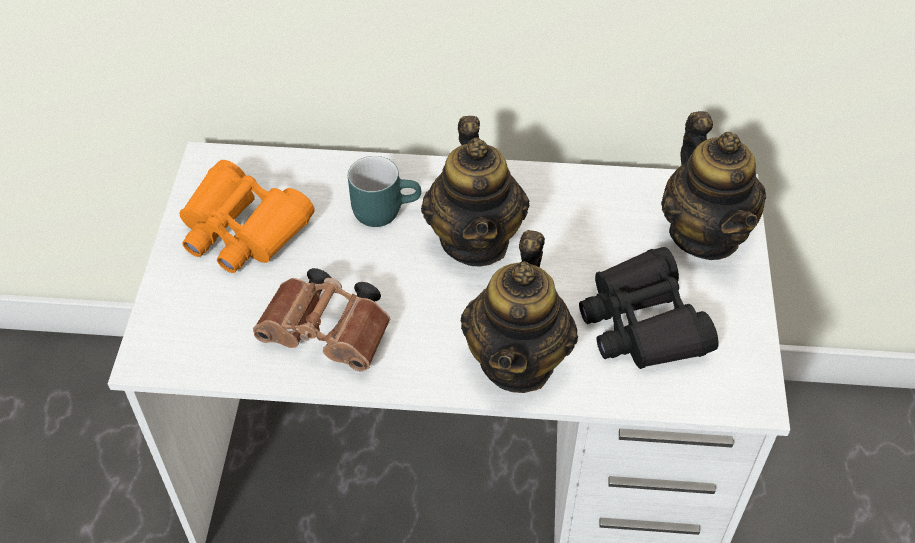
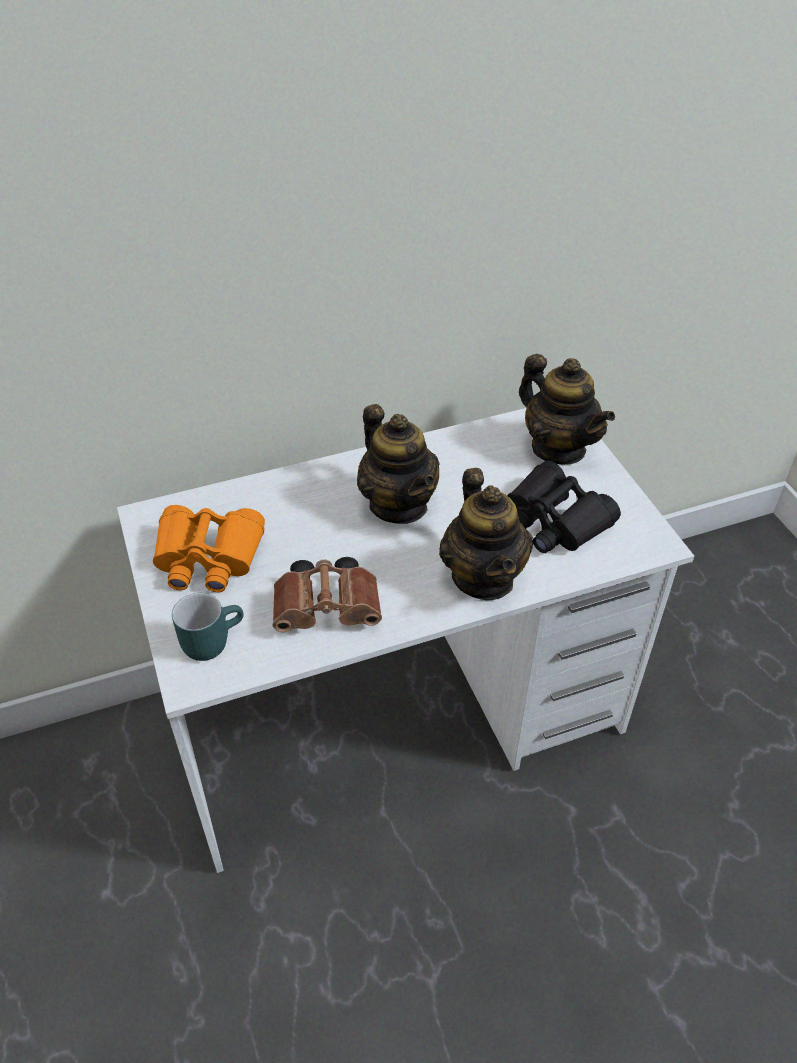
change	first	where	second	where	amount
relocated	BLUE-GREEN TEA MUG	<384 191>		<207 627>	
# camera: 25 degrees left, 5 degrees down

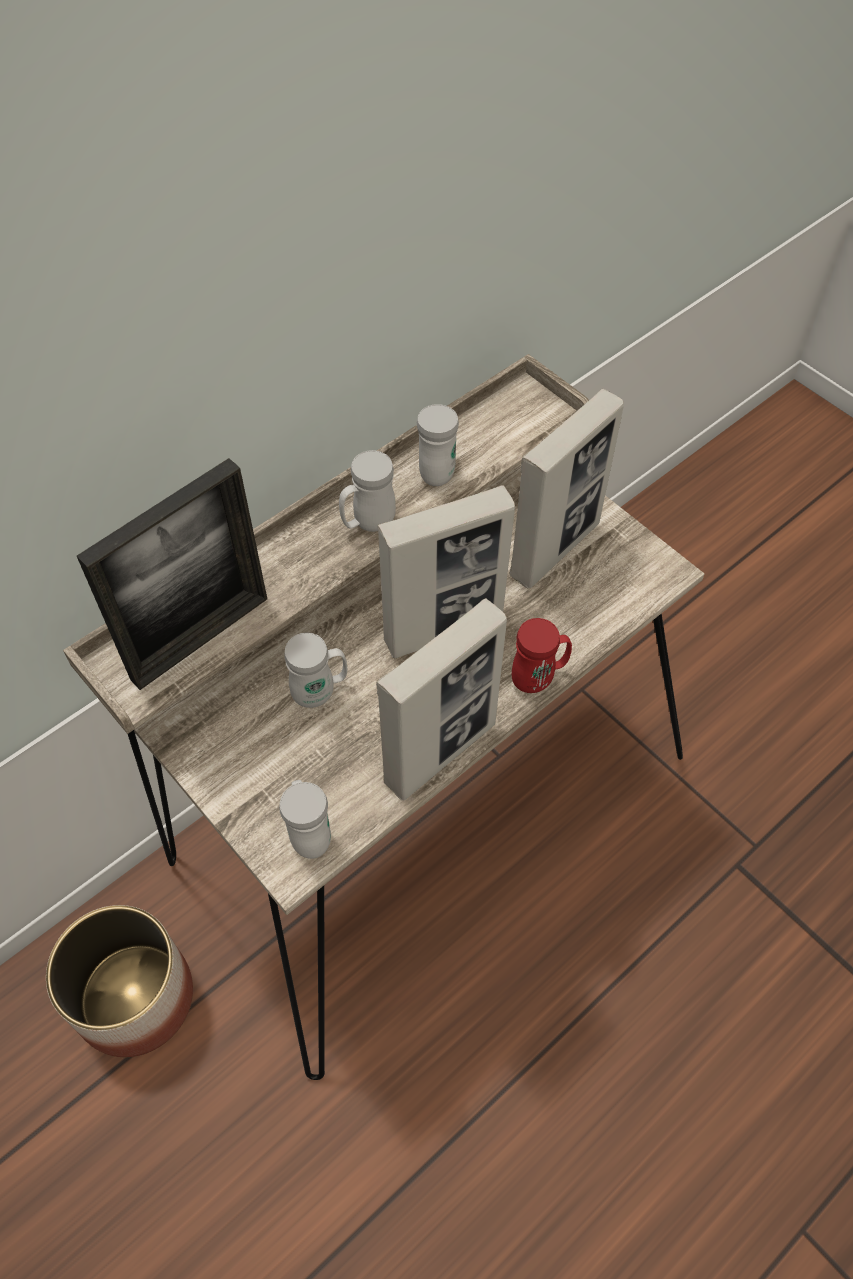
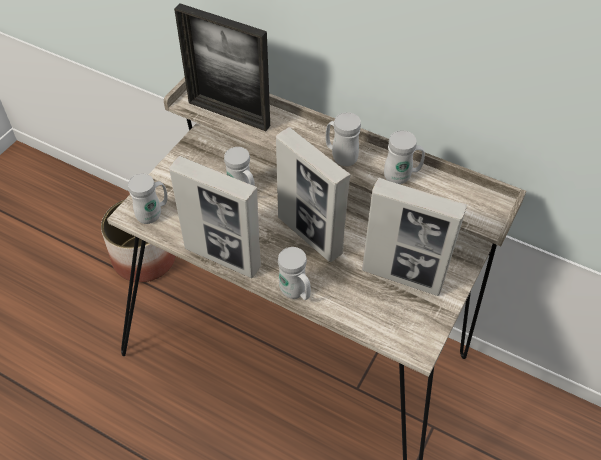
change	first	where	second	where	amount
colour	RED-COLOURED TEA MUG	<542 655>	WHITE-COLOURED TEA MUG	<294 273>	
# camera: 70 degrees right, 5 degrees down

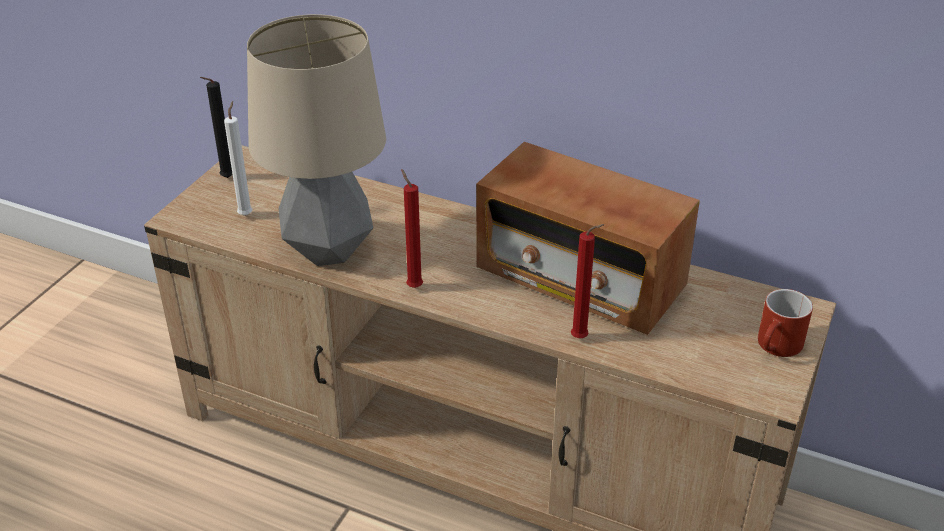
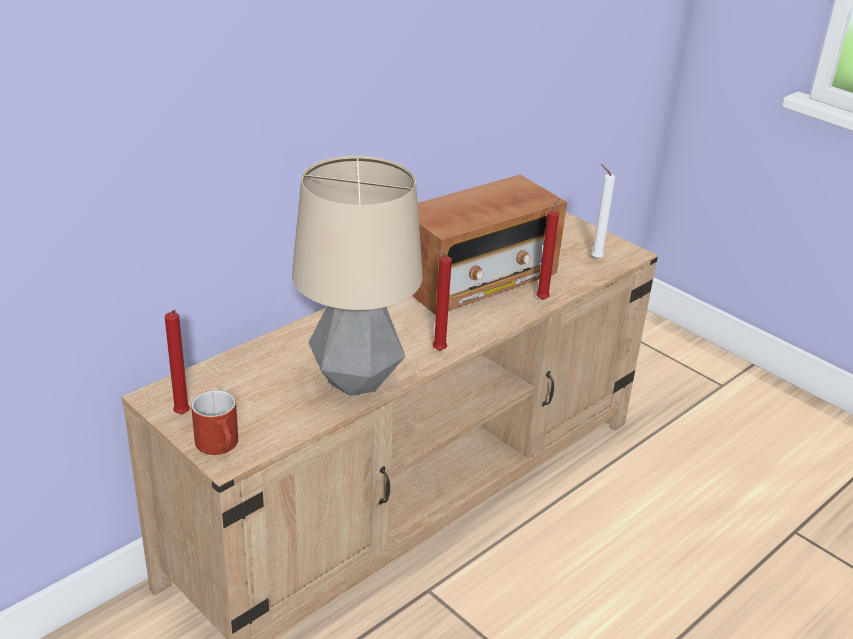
change	first	where	second	where	amount
colour	BLACK-COLOURED WAX CANDLE	<216 127>	RED-COLOURED WAX CANDLE	<177 362>	
relocated	RED-COLOURED TEA MUG	<785 323>		<214 422>	
relocated	WHITE-COLOURED WAX CANDLE	<238 158>		<603 211>	
# camera: 70 degrees left, 5 degrees down

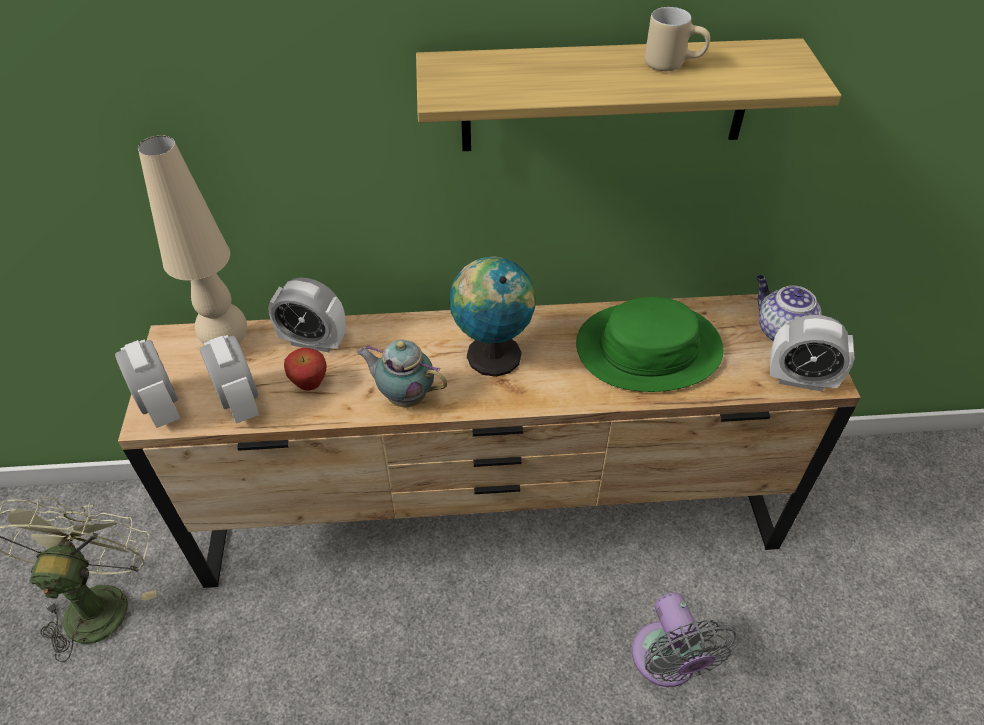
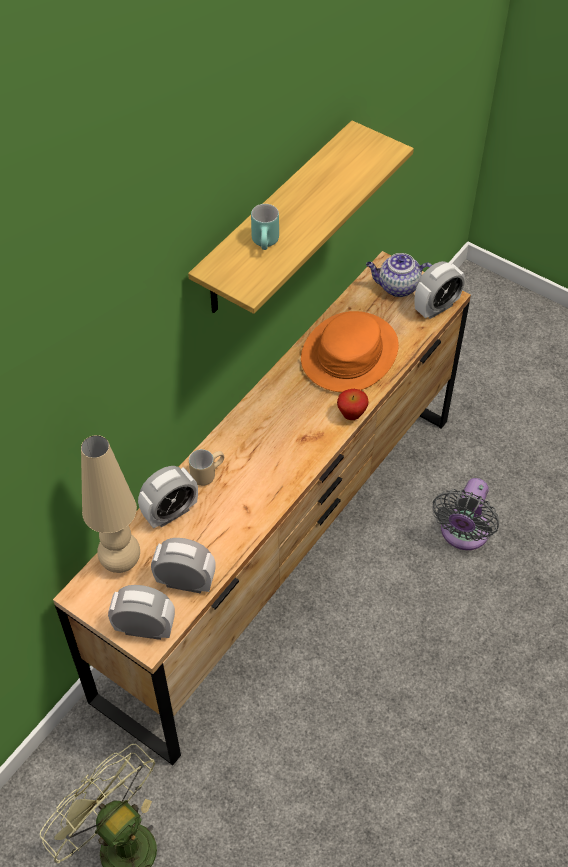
change	first	where	second	where	amount
relocated	BEIGE TEA MUG	<677 39>		<206 467>	
appeared			BLUE-GREEN TEA MUG	<265 227>	
colour	GREEN-COLOURED HAT	<649 344>	ORANGE HAT	<350 352>	
relocated	WHOLE APPLE	<305 369>		<353 404>	
spun	GREYISH ELECTRIC FAN	<684 639>		<465 514>	90 degrees clockwise
missing	TEAPOT	<402 373>			
missing	WORLD GLOBE	<492 317>			
# camera: 50 degrees left, 5 degrees up

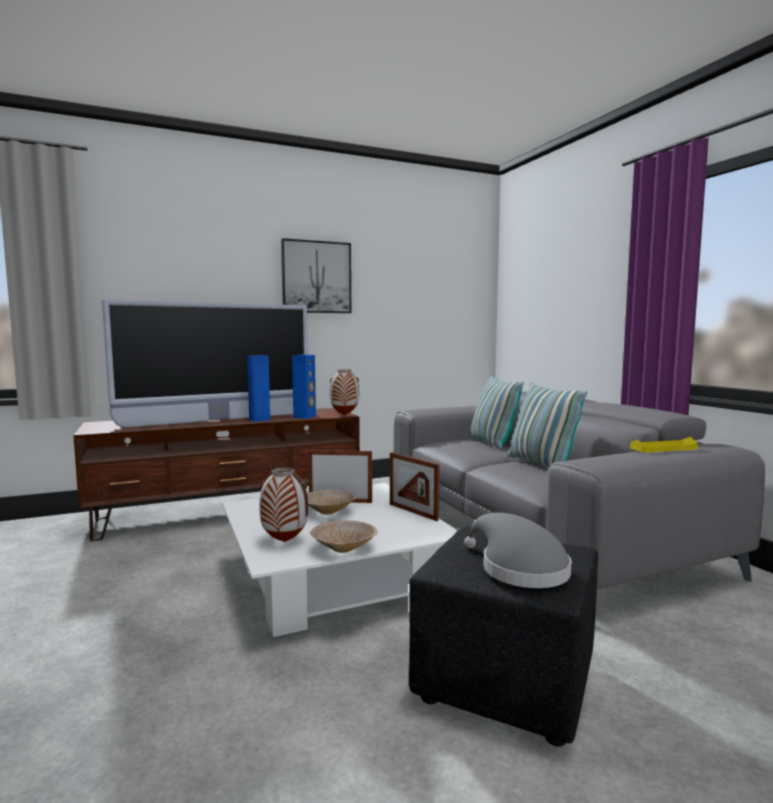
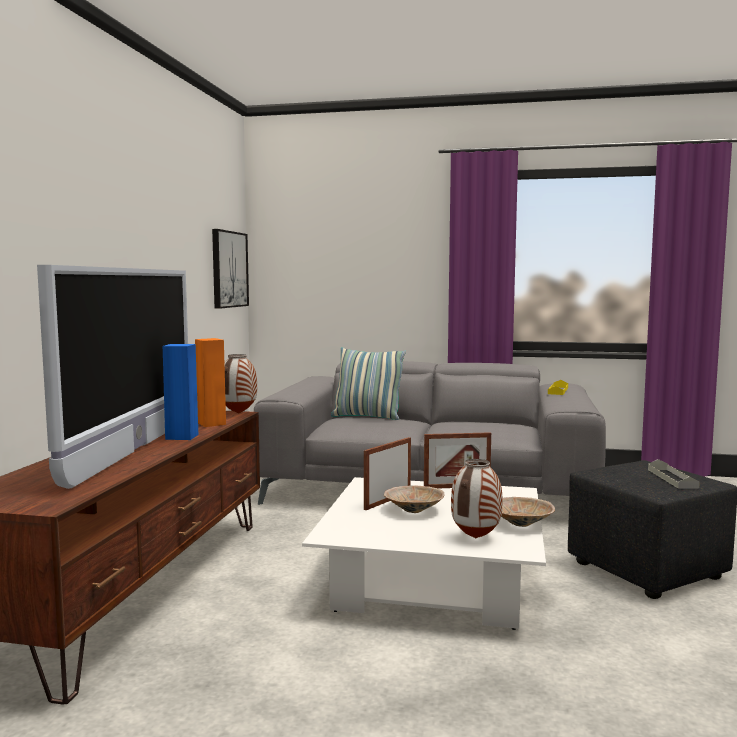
change	first	where	second	where	amount
colour	BLUE-COLOURED AUDIO SPEAKER	<304 387>	ORANGE AUDIO SPEAKER	<210 382>	
relocated	WALL ART	<316 275>		<230 269>	
exchanged	GREYISH HAT	<517 550>	GREYISH SERVING TRAY	<674 474>	
missing	THROW PILLOW	<547 425>			
# camera: 55 degrees left, 0 degrees up

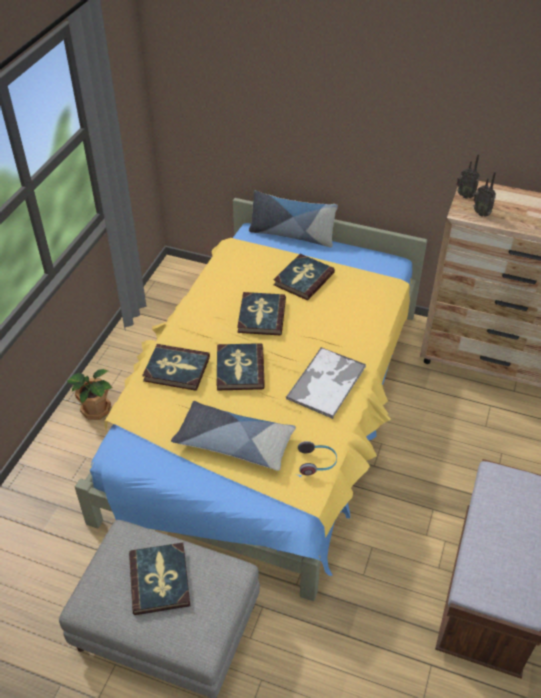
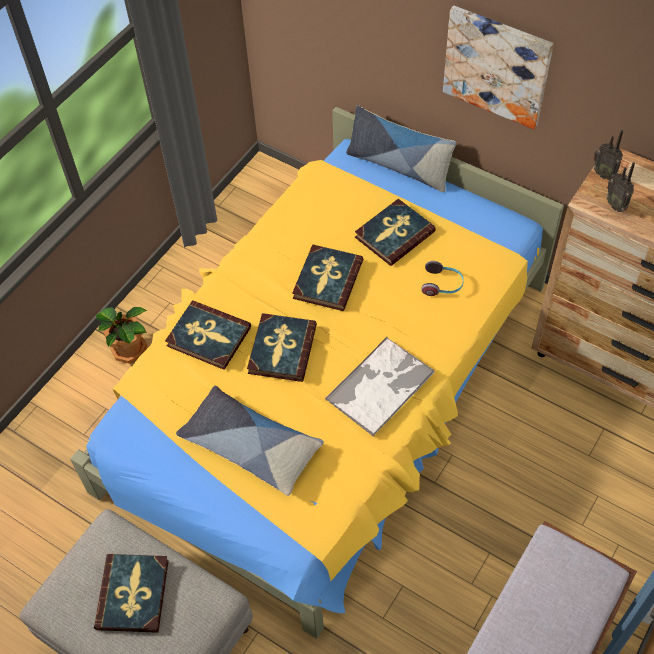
change	first	where	second	where	amount
relocated	PAIR OF HEADPHONES	<317 458>		<442 278>	
appeared			WALL ART	<498 67>	
# camera: 15 degrees right, 10 degrees up

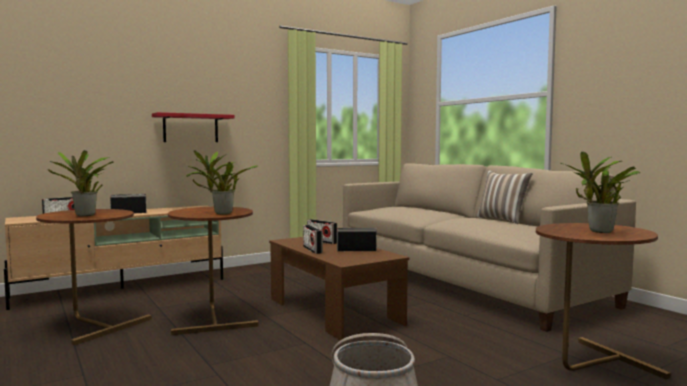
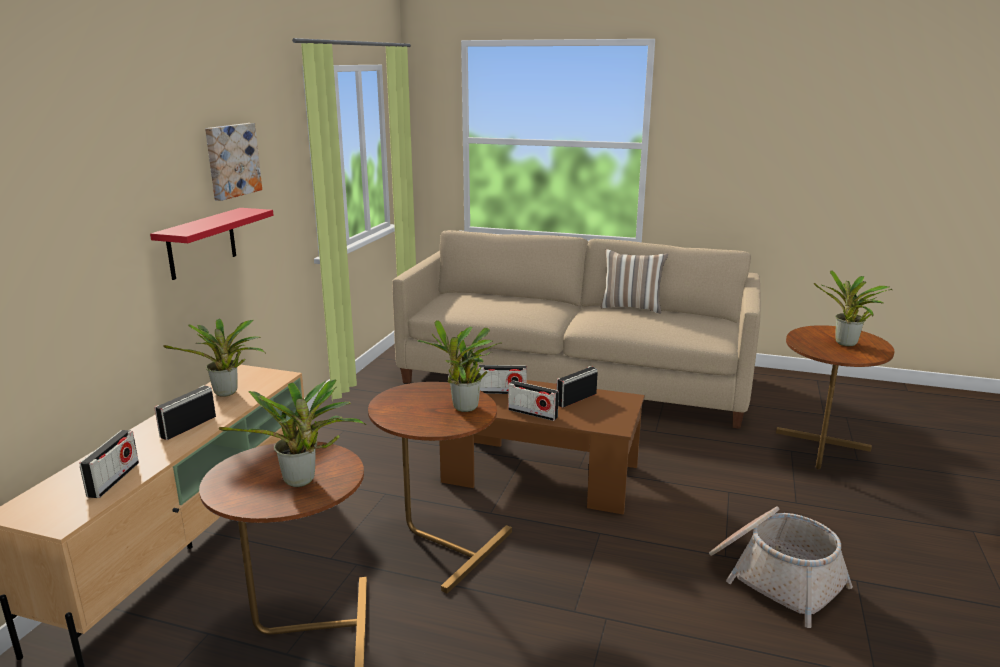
change	first	where	second	where	amount
appeared			HOUSEPLANT	<214 358>	
appeared			WALL ART	<233 162>	
# camera: 40 degrees left, 15 degrees up

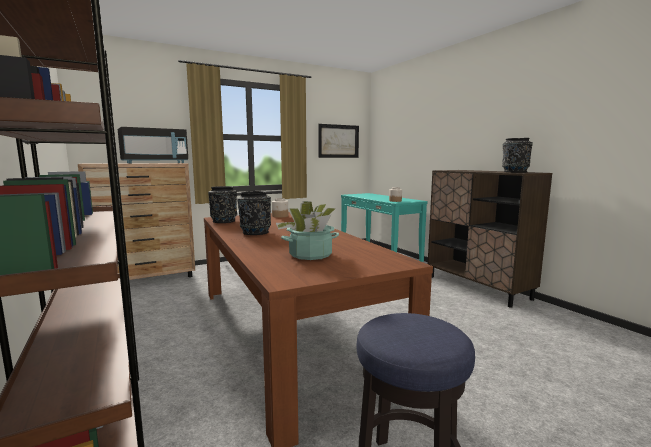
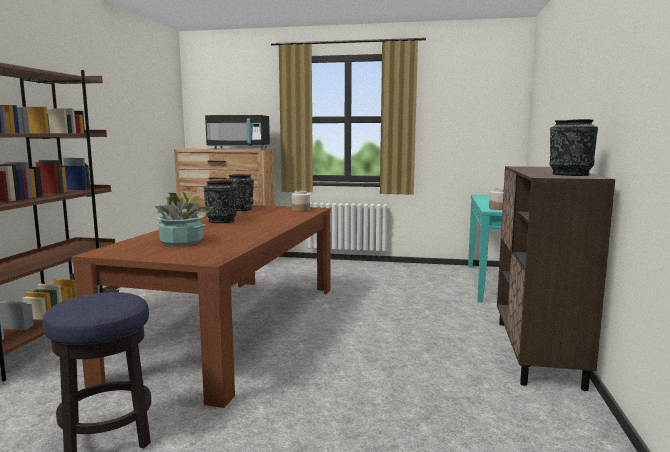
change	first	where	second	where	amount
missing	WALL ART	<338 141>			
# camera: 40 degrees right, 0 degrees up

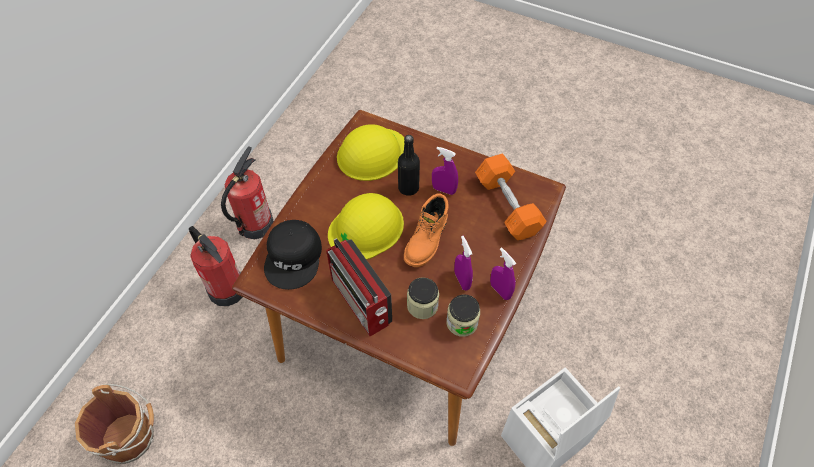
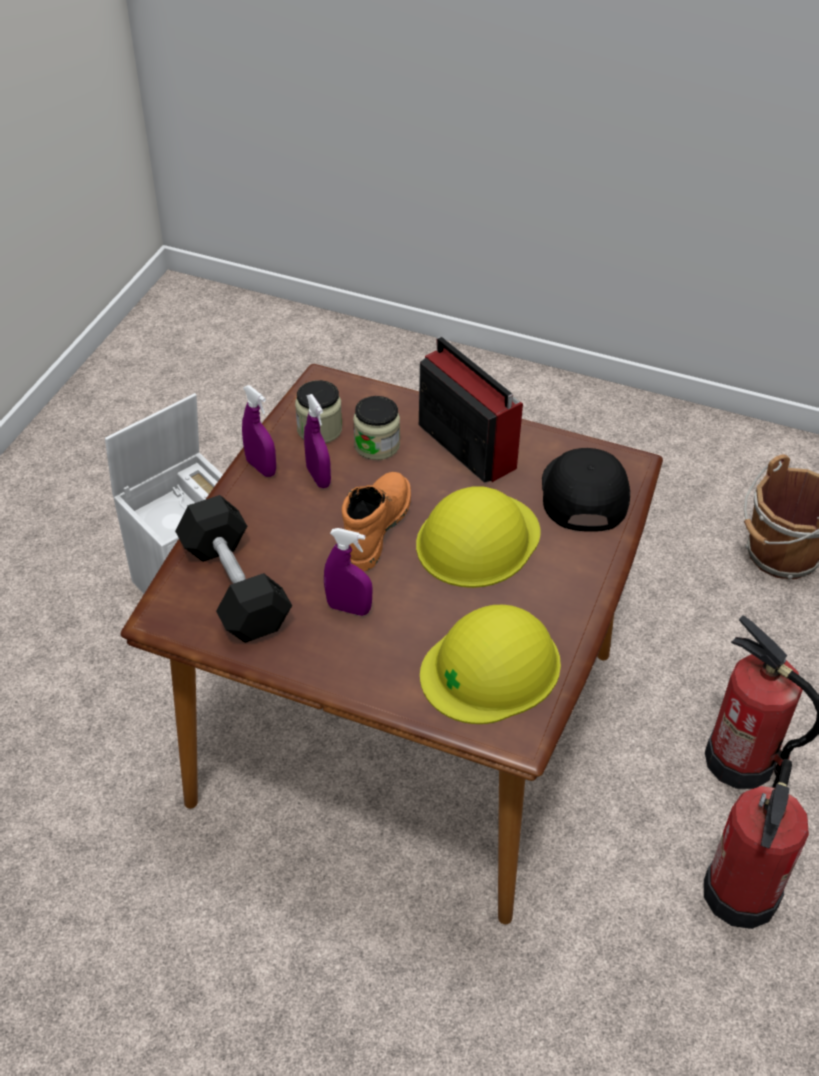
change	first	where	second	where	amount
colour	ORANGE HAND WEIGHT	<511 196>	BLACK-COLOURED HAND WEIGHT	<233 569>	
missing	BLACK-COLOURED BEVERAGE BOTTLE	<409 165>			
# camera: 175 degrees right, 10 degrees down

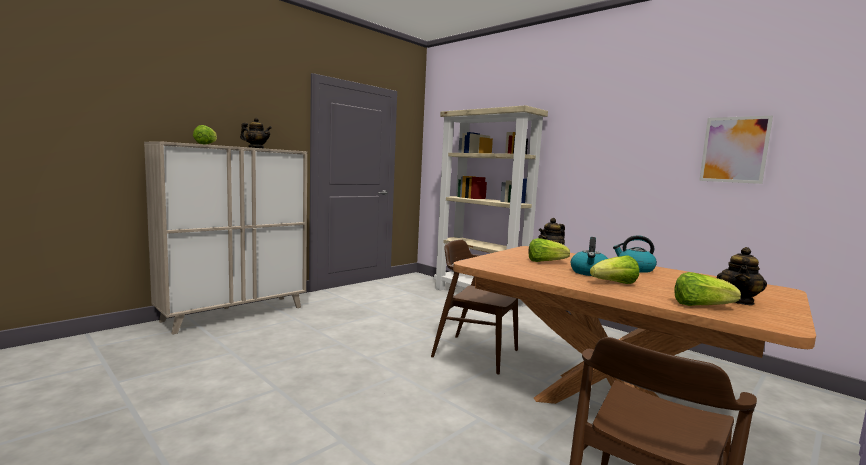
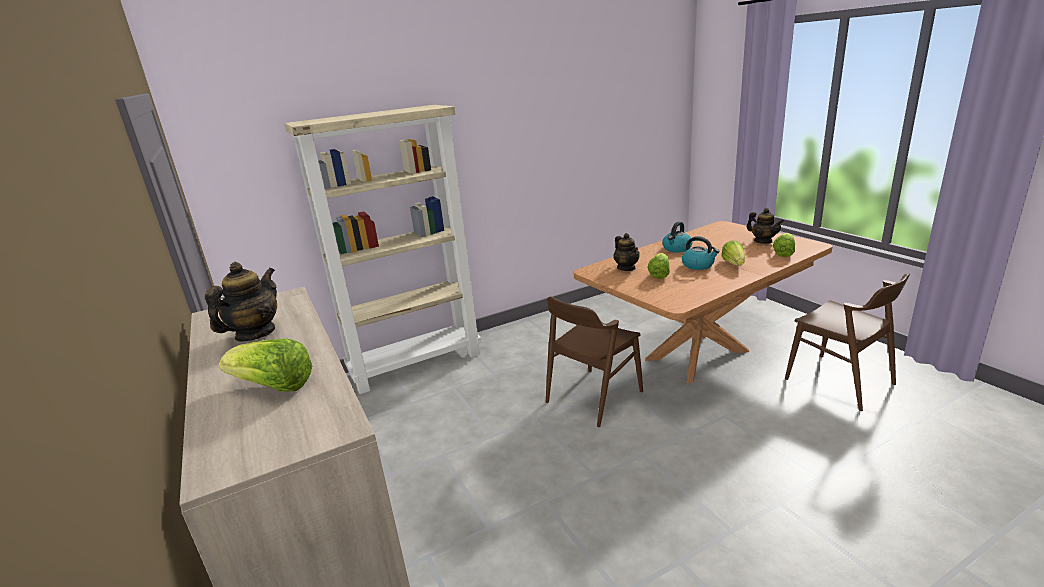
change	first	where	second	where	amount
missing	WALL ART	<736 150>			
# camera: 70 degrees left, 15 degrees up

